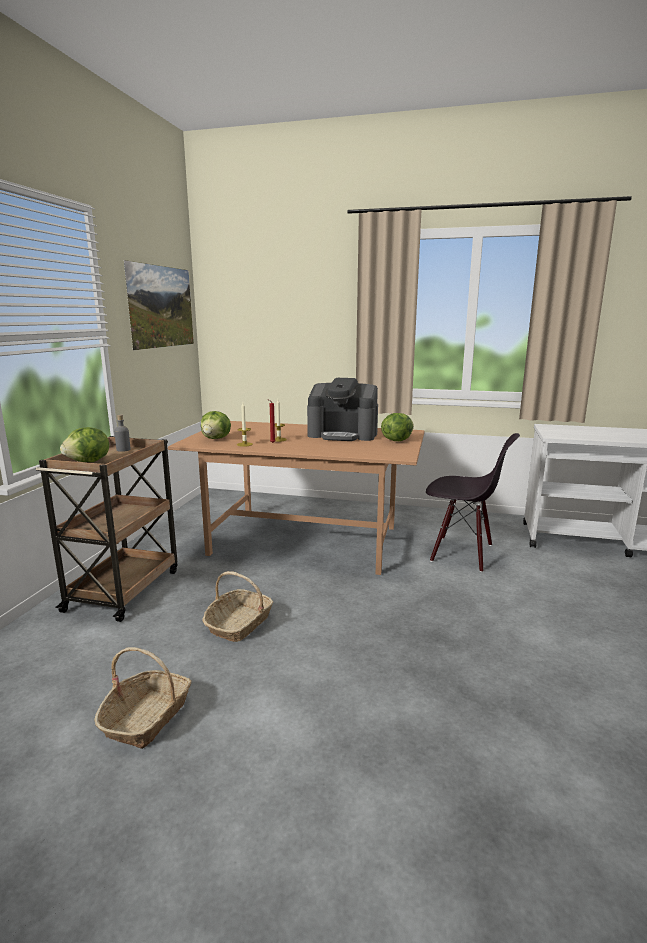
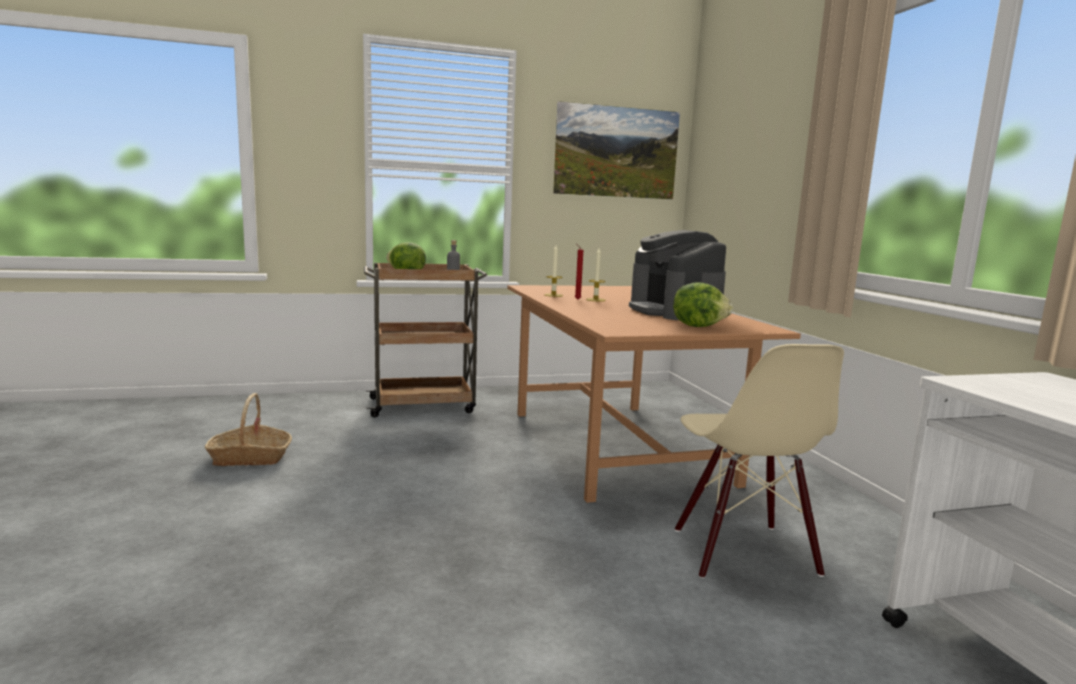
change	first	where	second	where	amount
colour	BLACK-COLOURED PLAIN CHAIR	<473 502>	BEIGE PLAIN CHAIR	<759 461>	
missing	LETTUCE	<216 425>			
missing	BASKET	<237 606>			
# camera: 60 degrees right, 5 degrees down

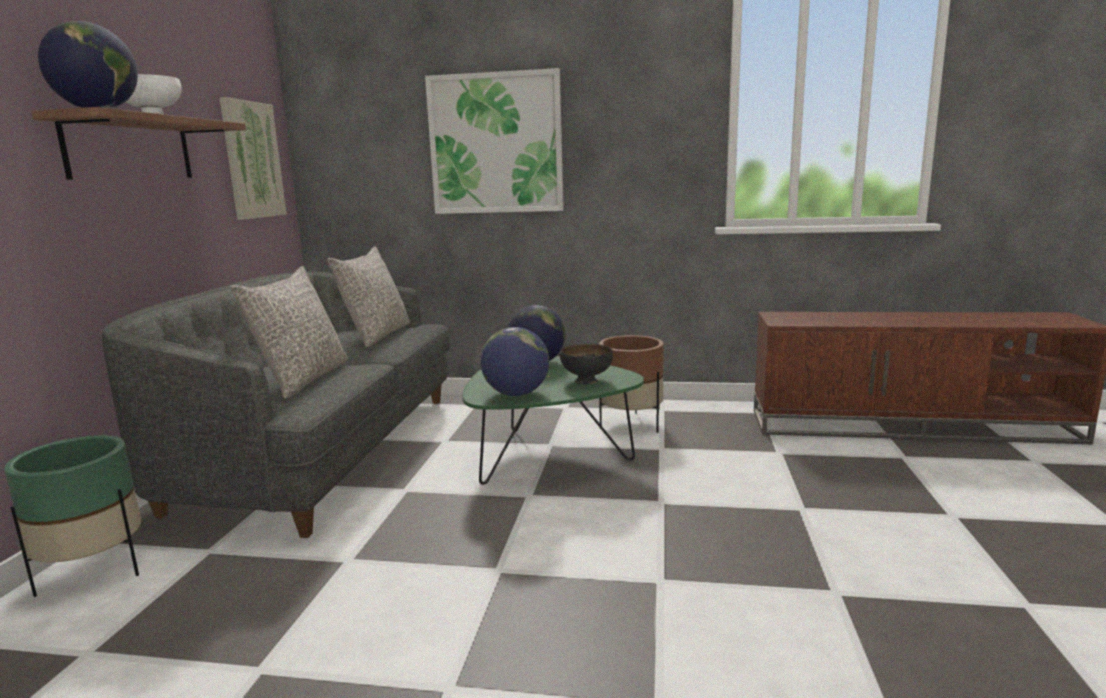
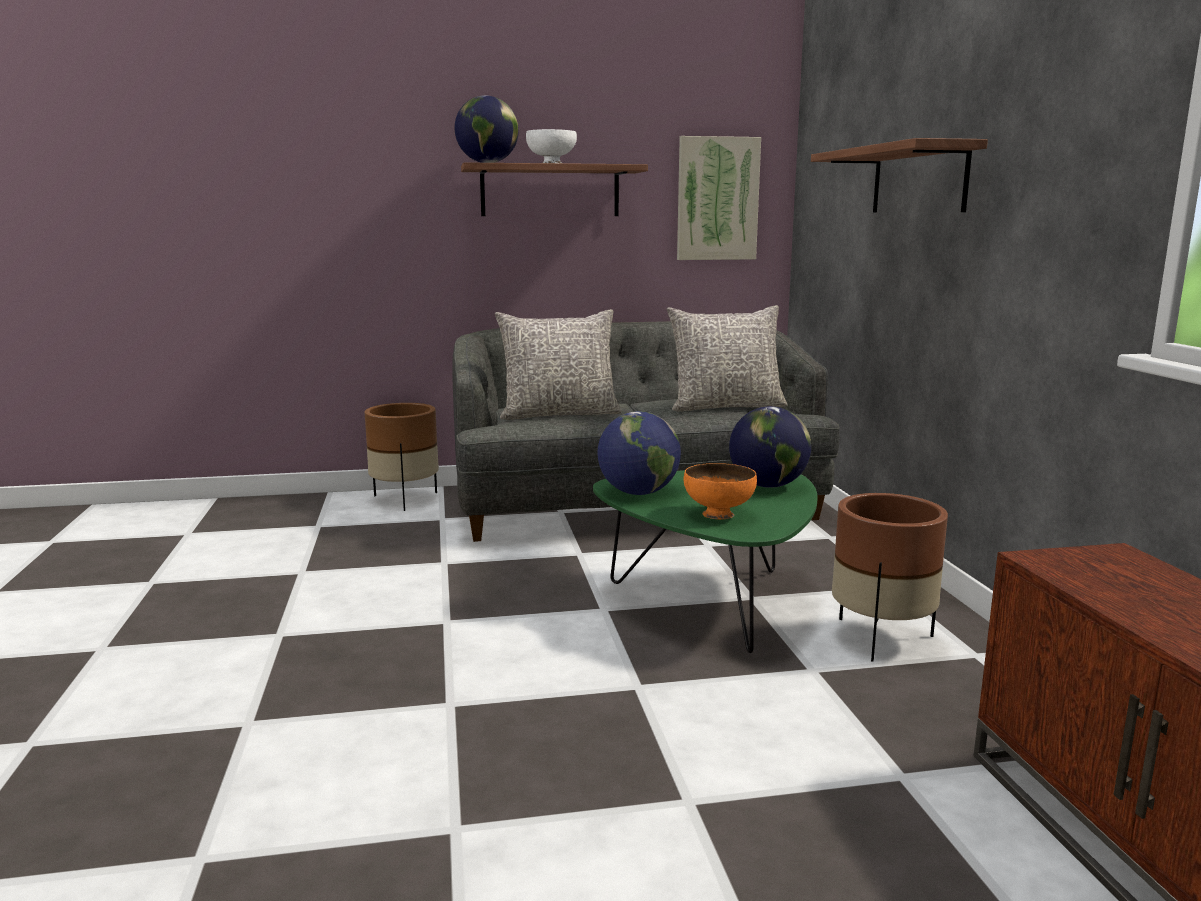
change	first	where	second	where	amount
colour	GREEN-COLOURED PLANT POT	<72 516>	BROWN PLANT POT	<402 457>	
colour	BLACK-COLOURED BOWL	<586 364>	ORANGE BOWL	<720 491>	
exchanged	WALL ART	<494 141>	WALL SHELF	<899 175>	
# camera: 70 degrees right, 0 degrees up

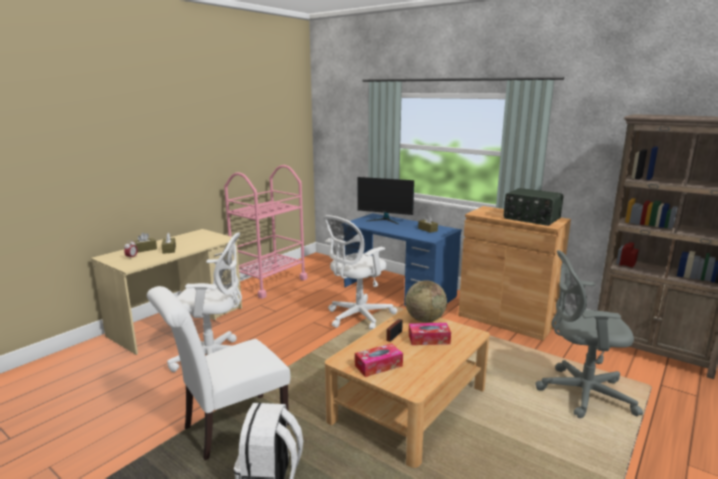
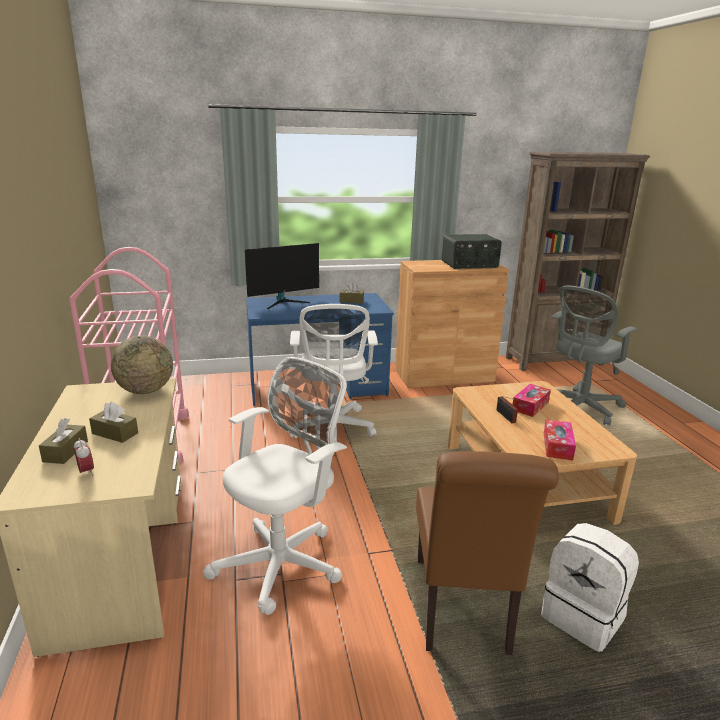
change	first	where	second	where	amount
relocated	WORLD GLOBE	<426 301>		<142 364>	
colour	WHITE-COLOURED PLAIN CHAIR	<219 373>	BROWN PLAIN CHAIR	<487 553>	
# camera: 50 degrees left, 5 degrees up

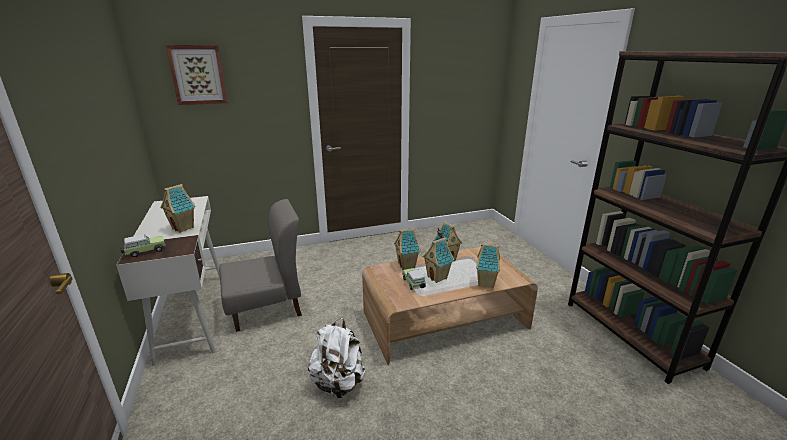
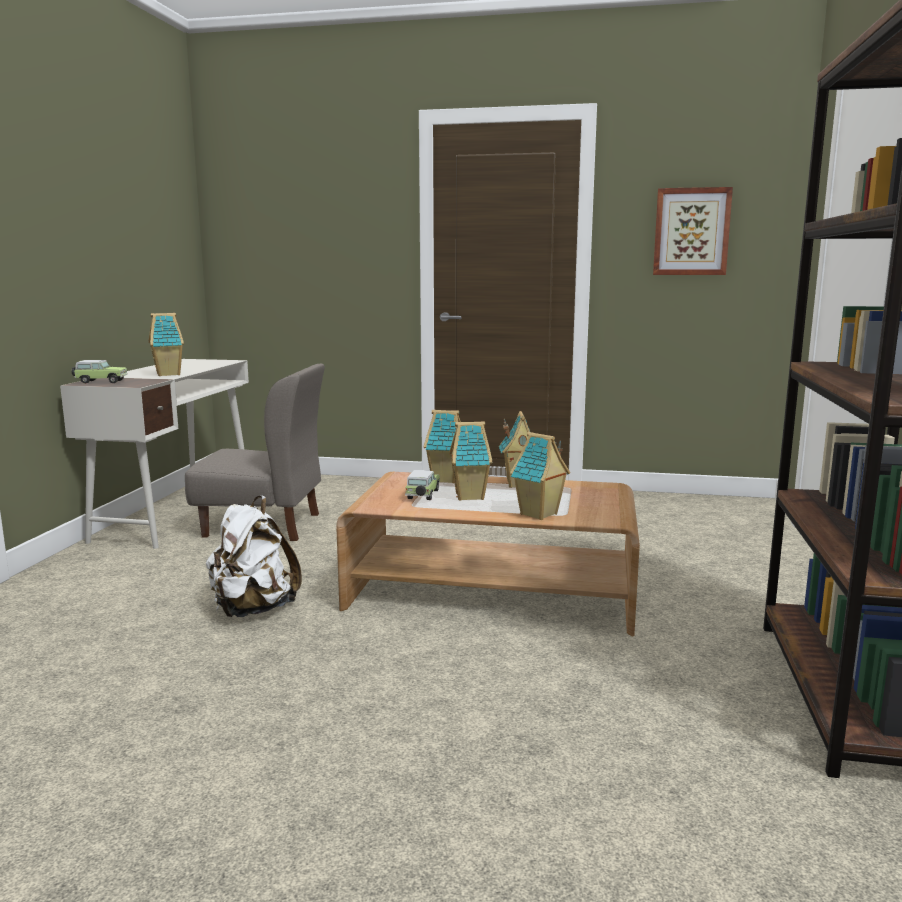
change	first	where	second	where	amount
relocated	WALL ART	<197 75>		<693 231>	
# camera: 30 degrees right, 10 degrees down

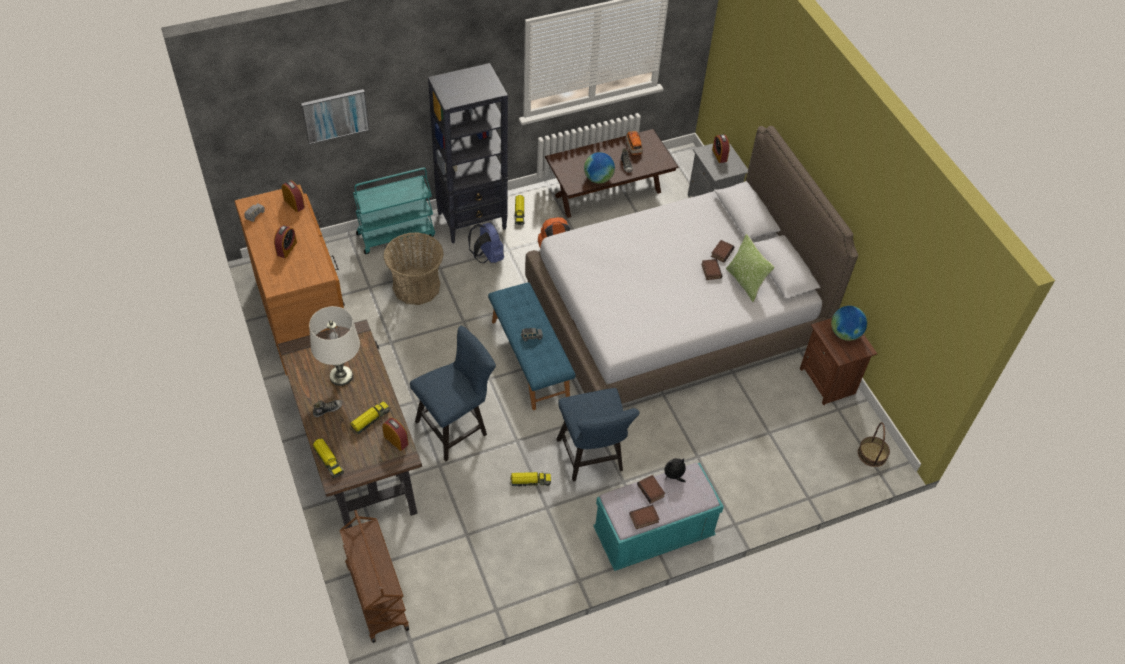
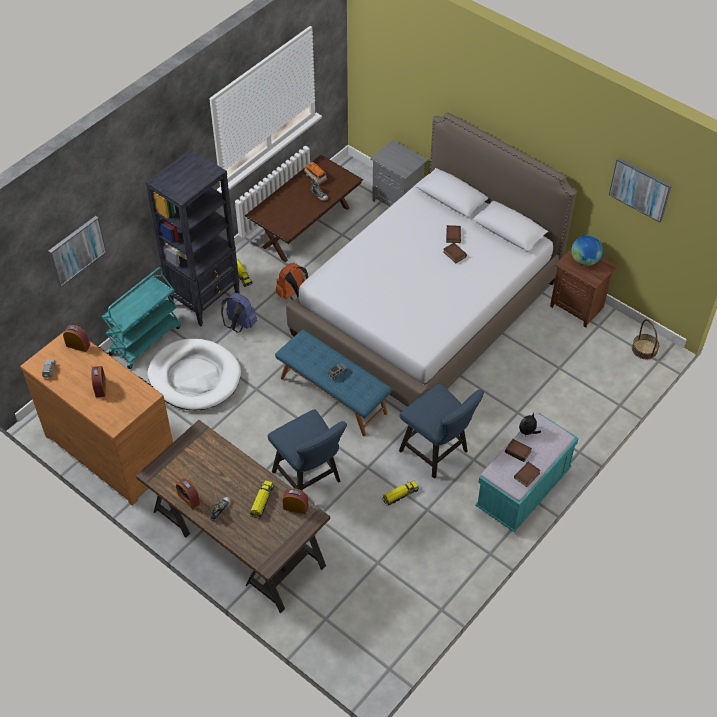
change	first	where	second	where	amount
exchanged	BASKET	<414 268>	WHITE-COLOURED DOG CUSHION	<194 374>	
relocated	TABLE CLOCK	<721 148>		<188 493>	
spun	BLUE-COLOURED PLAIN CHAIR	<453 393>		<307 450>	120 degrees clockwise
appeared			WALL ART	<640 190>	
missing	WHITE-COLOURED LAMP FOR A TABLE	<334 346>			
missing	TOY LORRY	<328 458>			
missing	BROWN TROLLEY	<374 576>			
missing	WORLD GLOBE	<599 167>			
missing	THROW PILLOW	<750 268>			
# camera: 25 degrees left, 0 degrees up

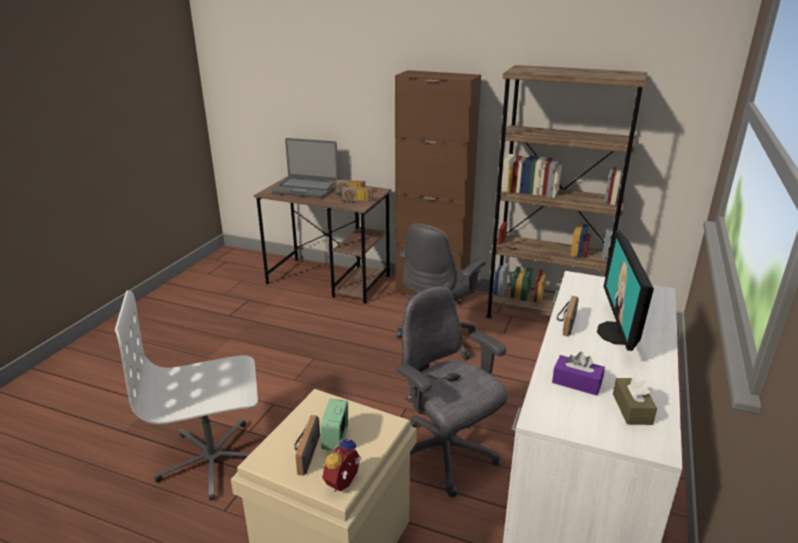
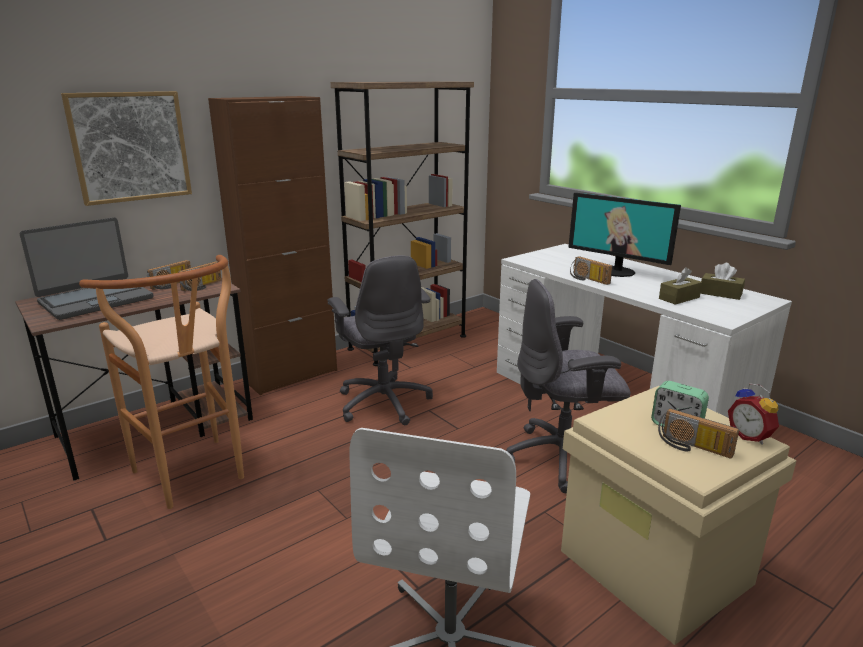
change	first	where	second	where	amount
appeared			WALL ART	<126 148>	
appeared			BROWN STOOL SEAT	<161 382>	
colour	PURPLE-COLOURED BOX OF TISSUES	<578 373>	BROWN BOX OF TISSUES	<680 286>	
# camera: 60 degrees left, 5 degrees down

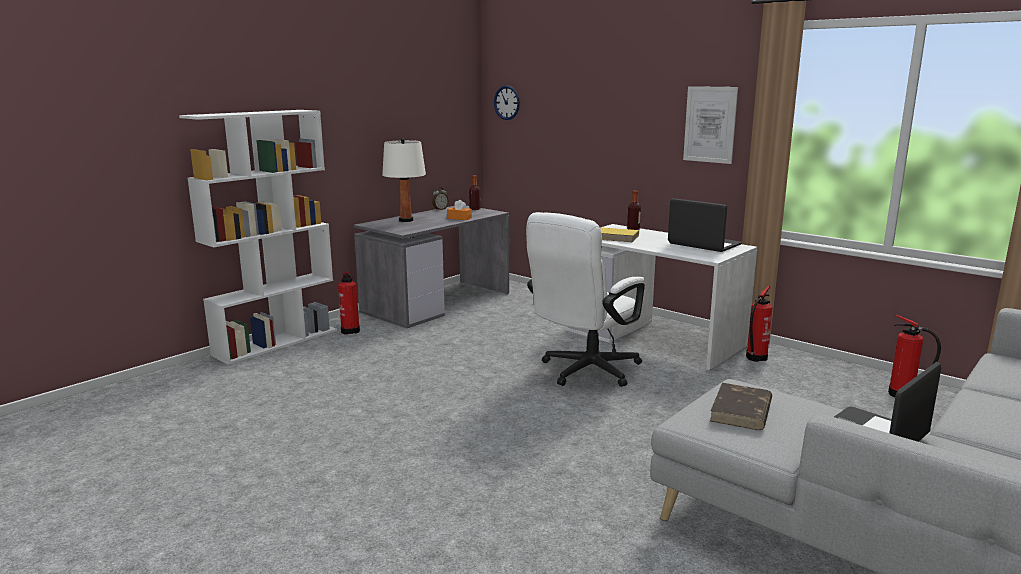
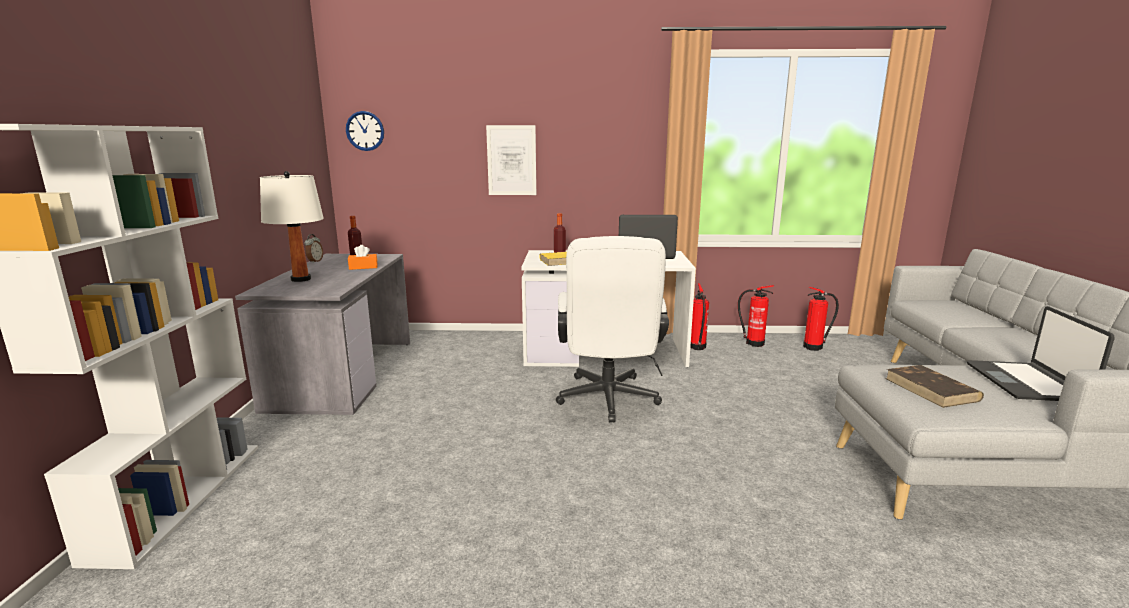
change	first	where	second	where	amount
relocated	WALL ART	<710 125>		<511 160>	
relocated	FIRE EXTINGUISHER	<349 303>		<756 316>	
# camera: 40 degrees left, 0 degrees up

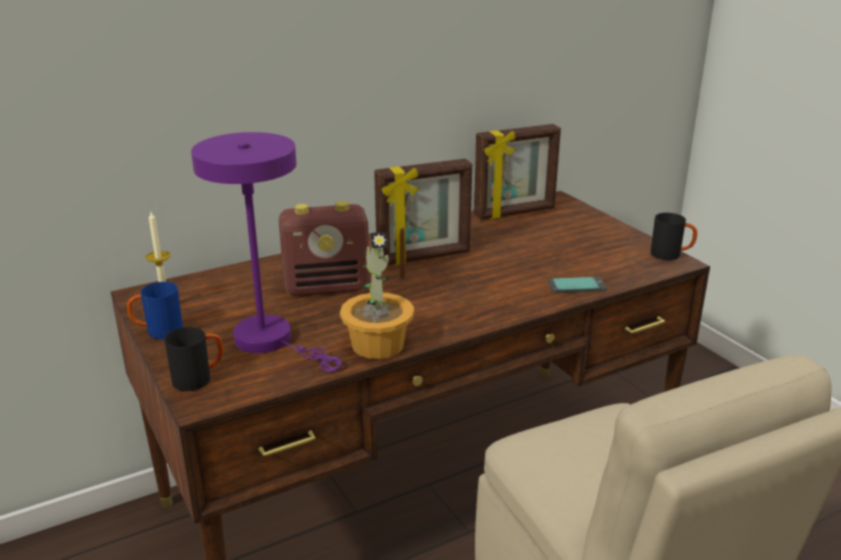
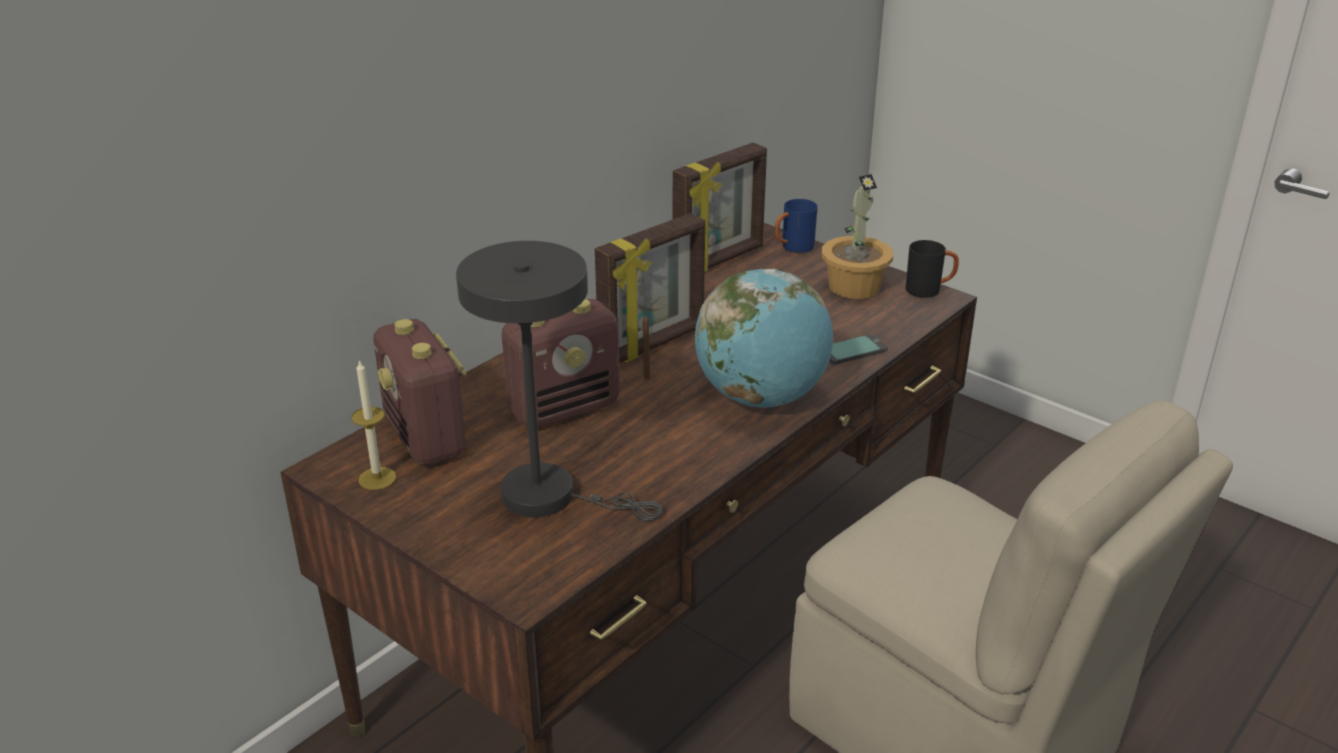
change	first	where	second	where	amount
appeared			RADIO	<420 392>	
colour	PURPLE-COLOURED LAMP FOR A TABLE	<266 252>	GREYISH LAMP FOR A TABLE	<559 381>	
appeared			WORLD GLOBE	<764 338>	
relocated	BLUE-COLOURED TEA MUG	<155 310>		<796 226>	
relocated	HOUSEPLANT	<377 295>		<857 236>	
missing	BLACK-COLOURED TEA MUG	<193 359>			
# camera: 20 degrees left, 5 degrees up

